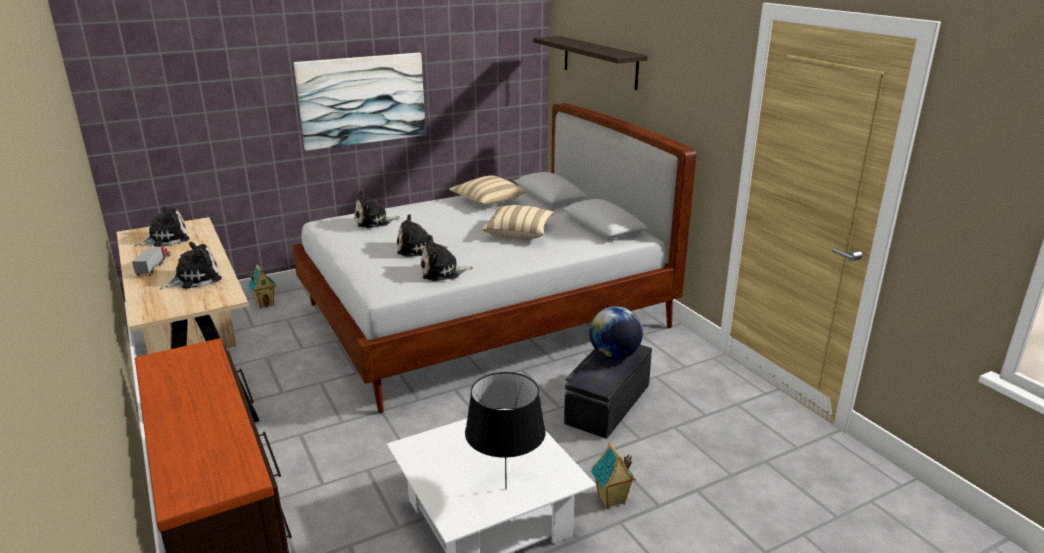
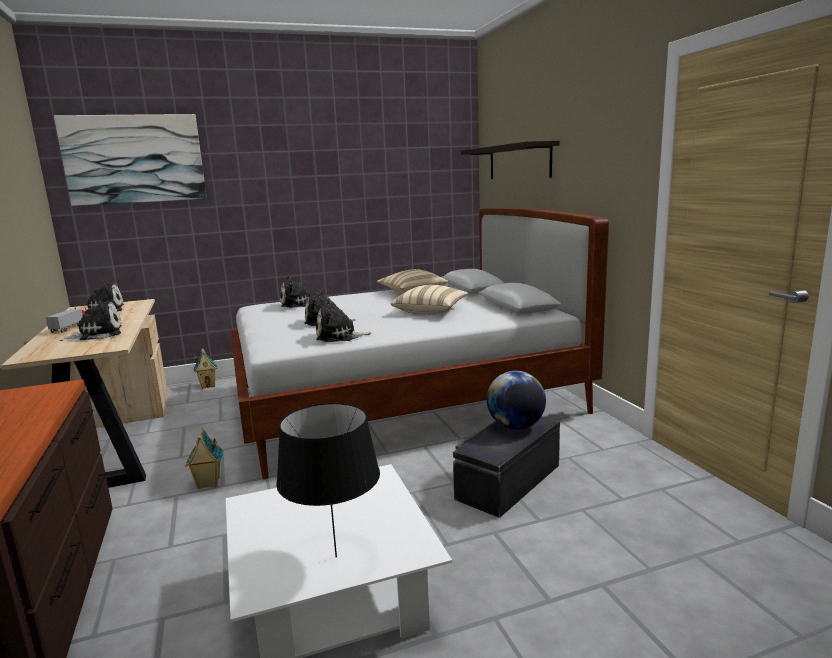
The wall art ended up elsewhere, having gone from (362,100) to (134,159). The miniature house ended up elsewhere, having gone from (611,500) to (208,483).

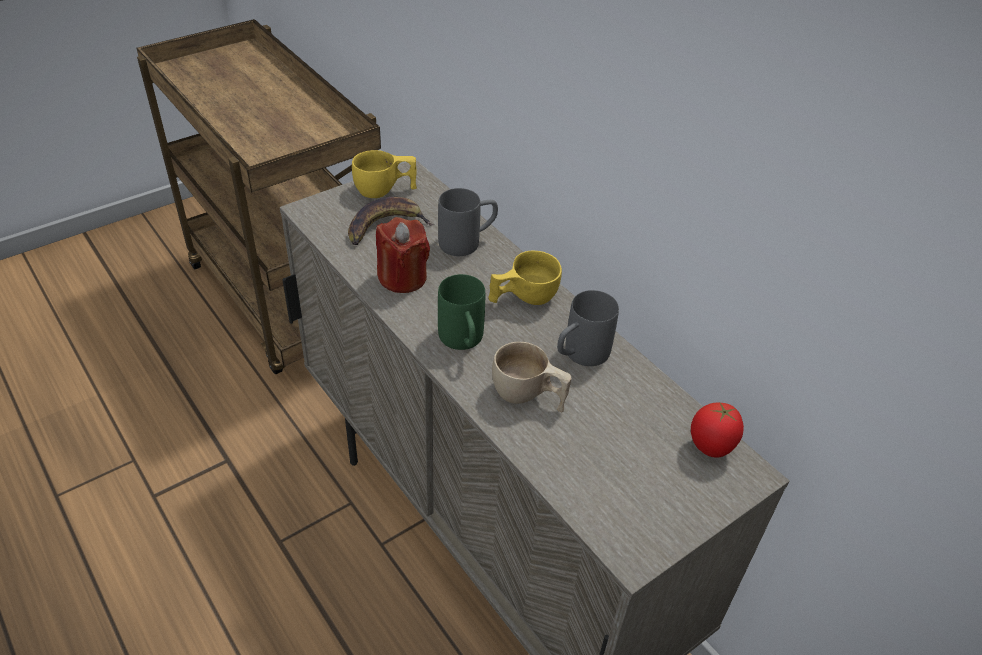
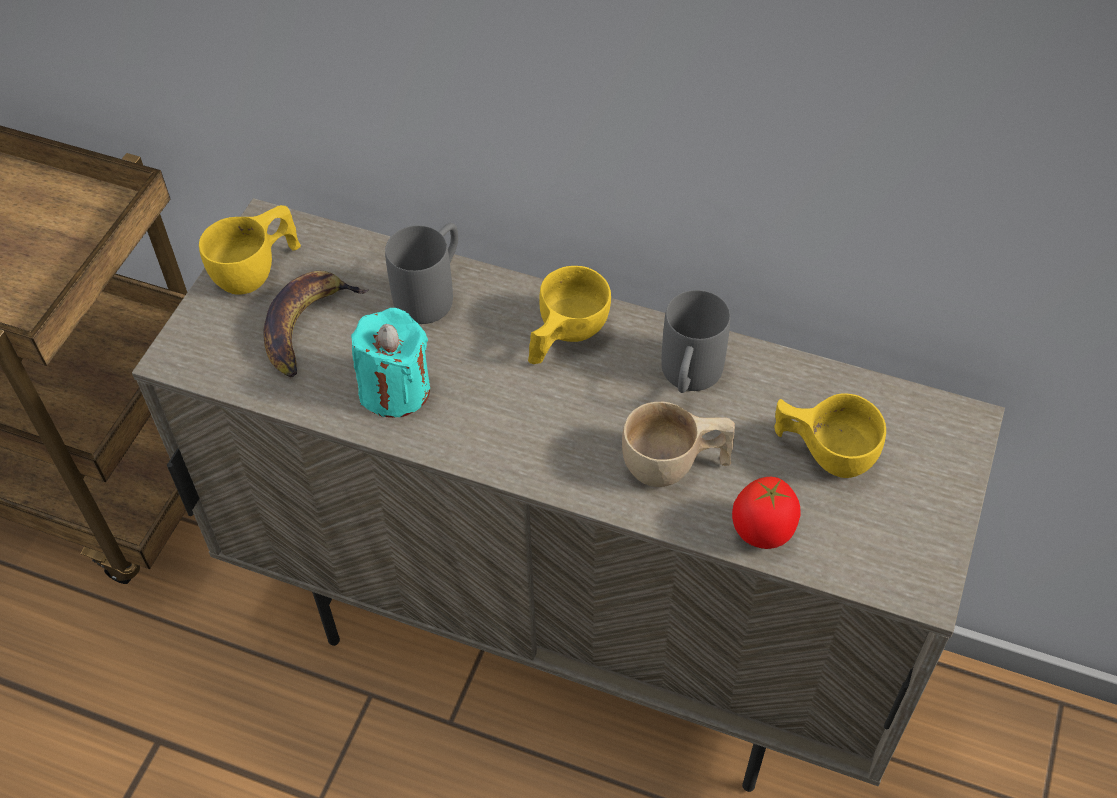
What was the red-coloured wax candle at (402,277) turned into the blue-green wax candle at (395,390). The tomato ended up elsewhere, having gone from (710,448) to (762,533). The second view gained the yellowish cup at (823,451). The second view lost the greenish tea mug at (463,342).

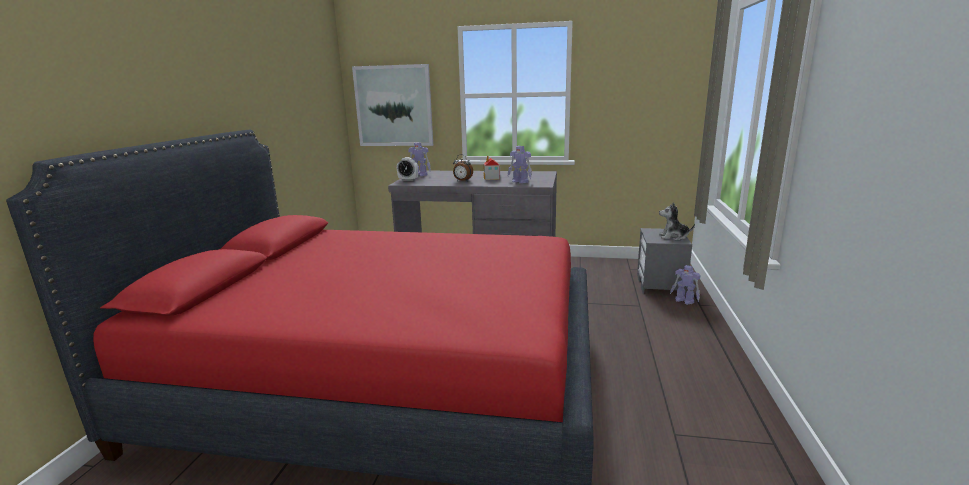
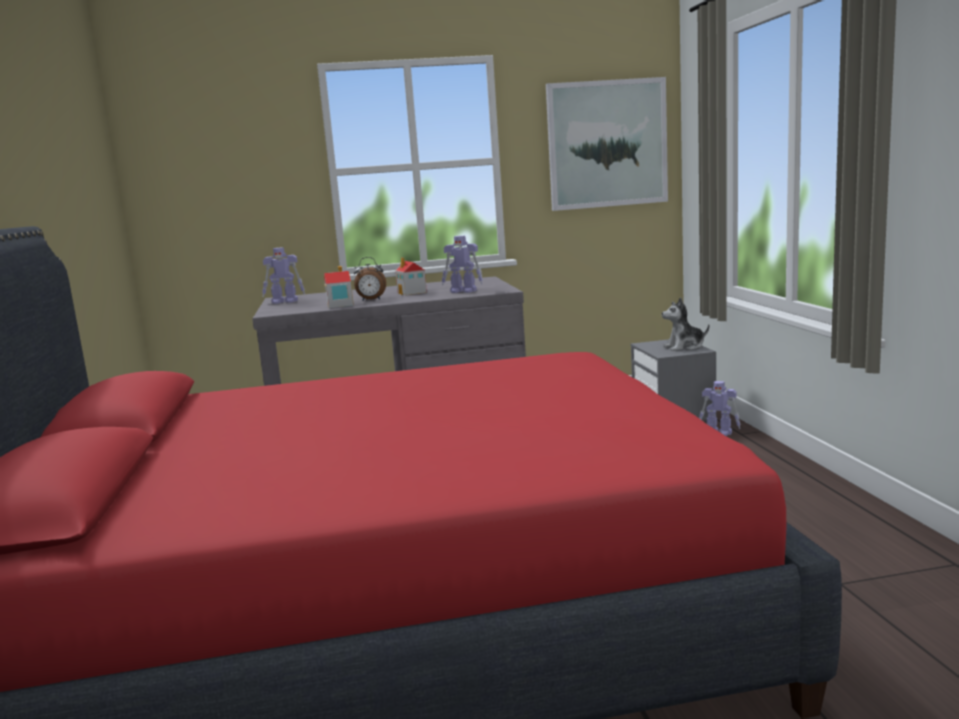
The second view gained the miniature house at (339,305). The wall art ended up elsewhere, having gone from (394,106) to (607,144). The second view lost the alarm clock at (408,180).

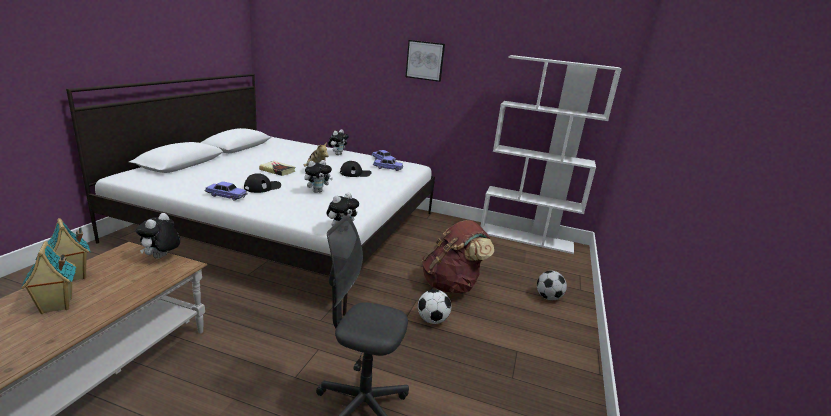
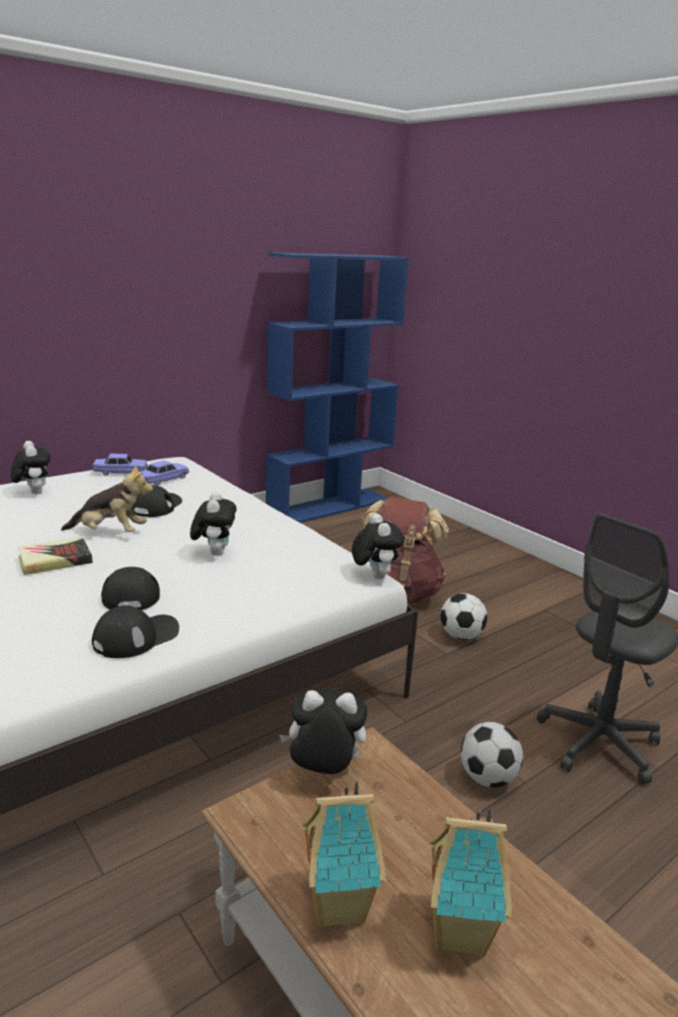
Where the miniature car stood at (226,196), the blackish cap came to stand at (136,637). What was the white shelving unit at (526,238) turned into the bluish shelving unit at (329,506). The plush toy at (161,258) ended up facing another way, 135 degrees clockwise from before. The football ended up elsewhere, having gone from (548,298) to (488,778). The second view lost the wall art at (425,60).

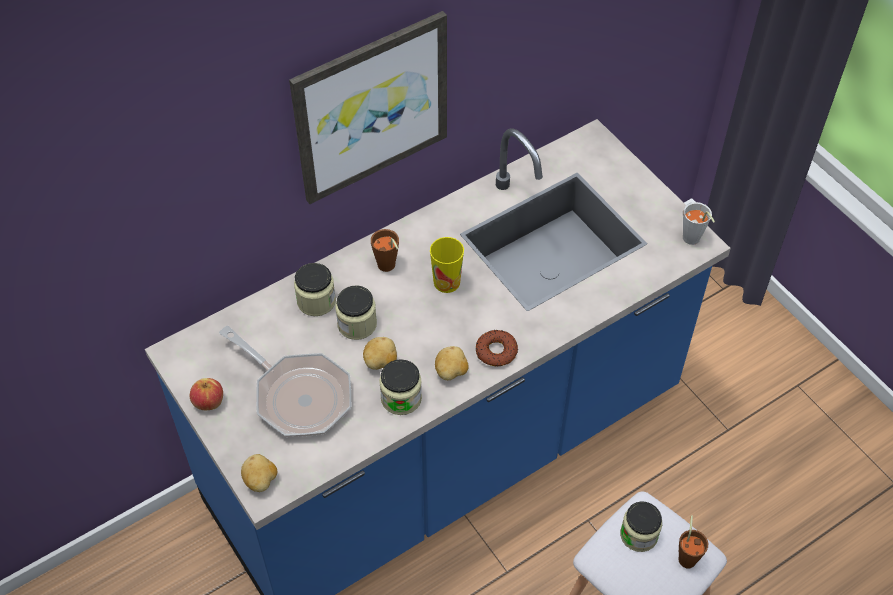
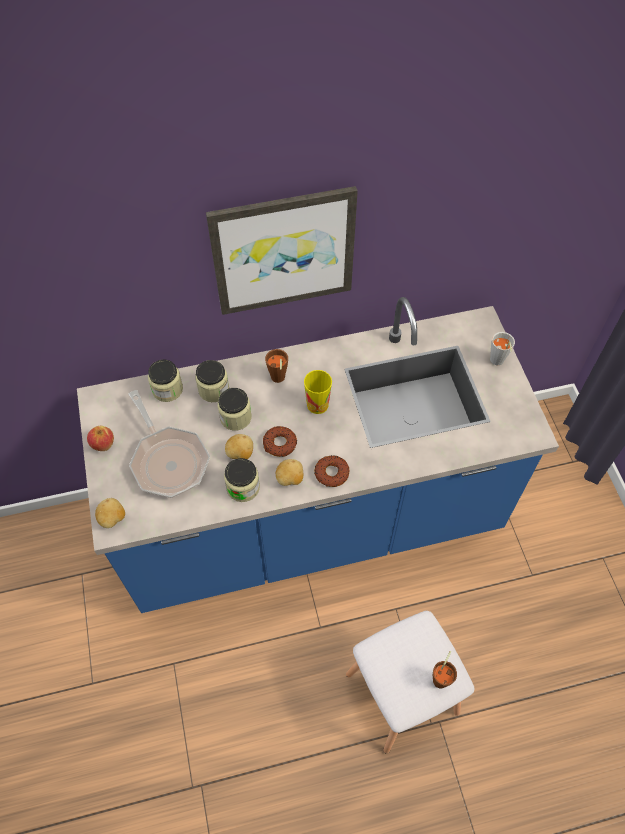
The jar ended up elsewhere, having gone from (639,535) to (167,389). The second view gained the donut at (280,444). The gray cup ended up elsewhere, having gone from (693,241) to (497,362).

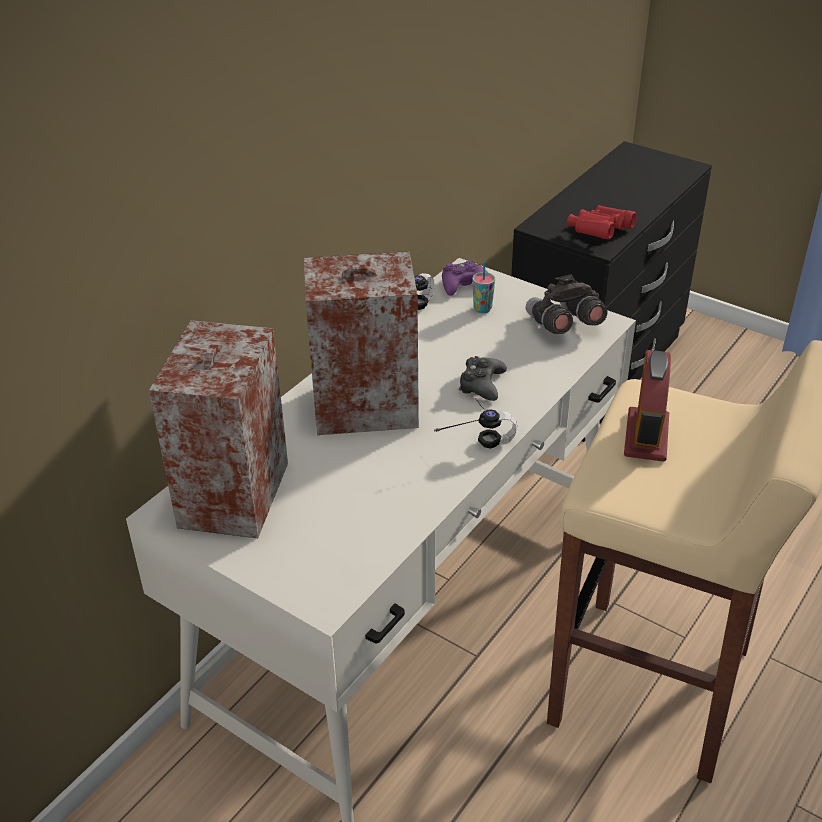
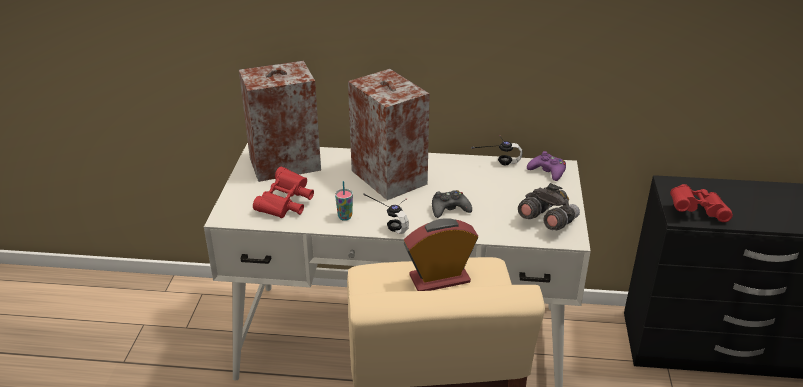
The second view gained the red-coloured pair of binoculars at (286,204). The cup ended up elsewhere, having gone from (482,309) to (345,217).

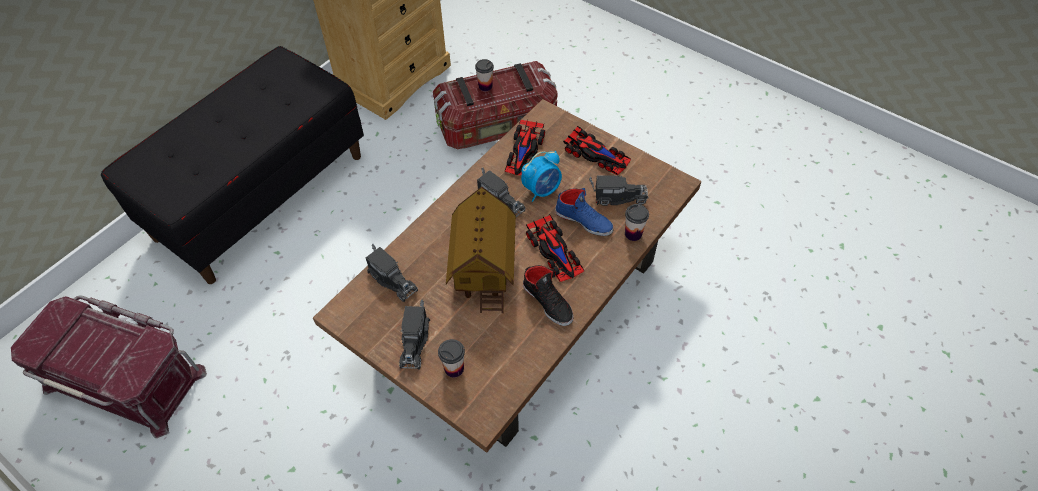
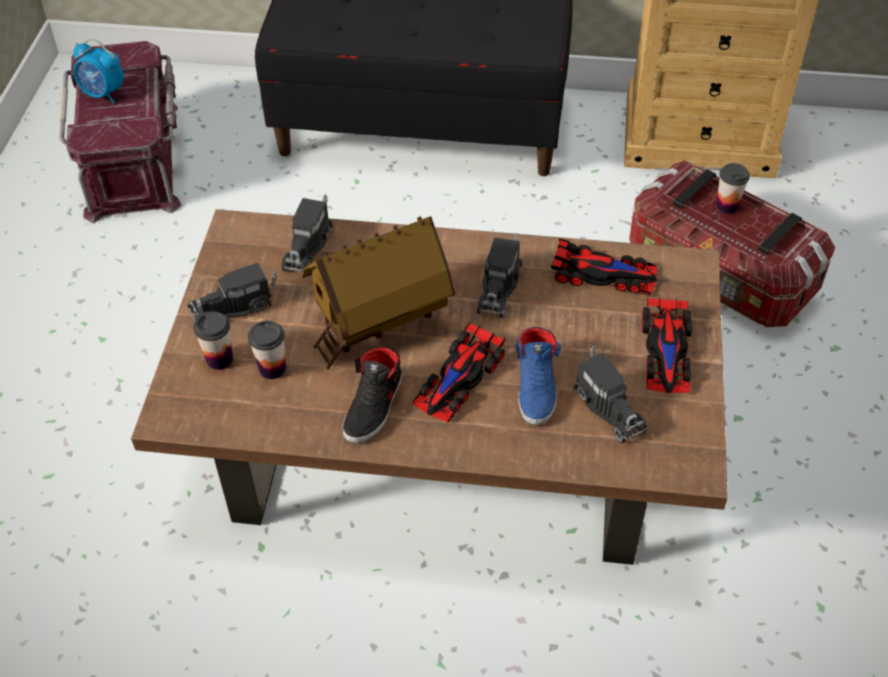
The alarm clock ended up elsewhere, having gone from (542,190) to (103,94). The cup ended up elsewhere, having gone from (633,234) to (272,368). The miniature car at (524,152) ended up facing another way, 150 degrees counterclockwise from before.

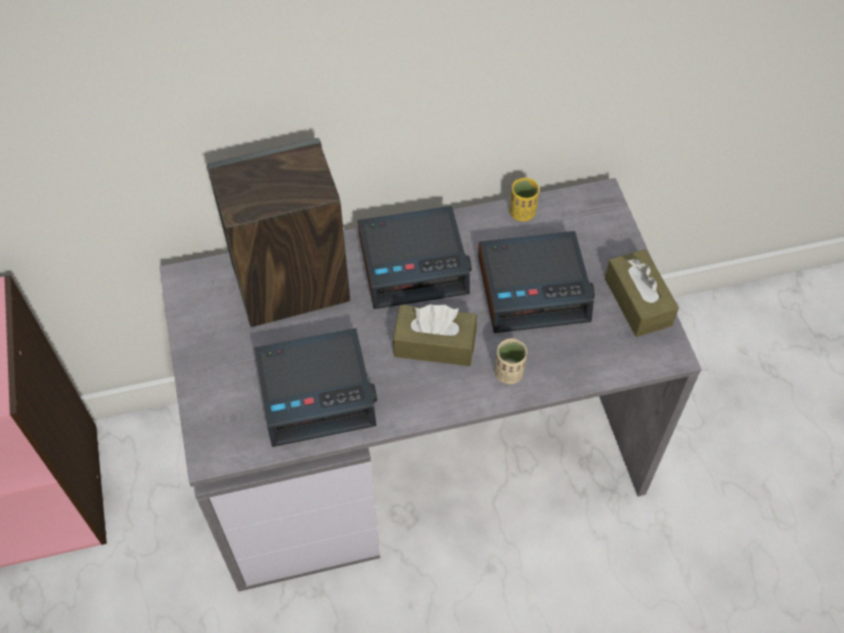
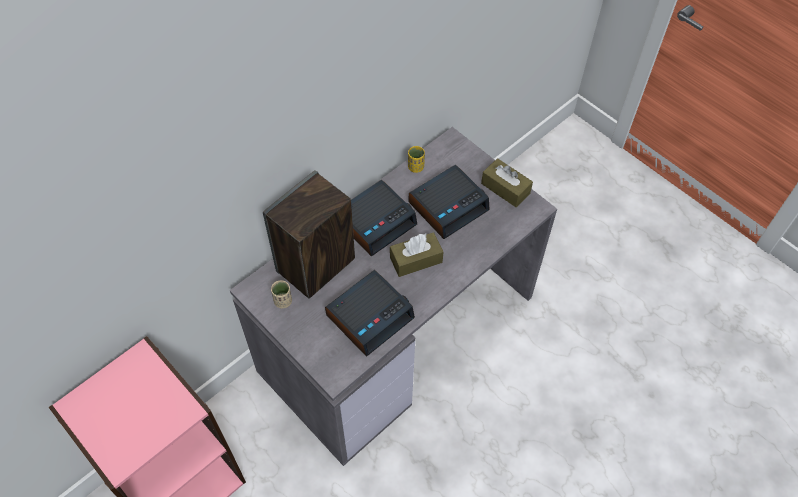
The sand-coloured cup ended up elsewhere, having gone from (509,373) to (283,301).

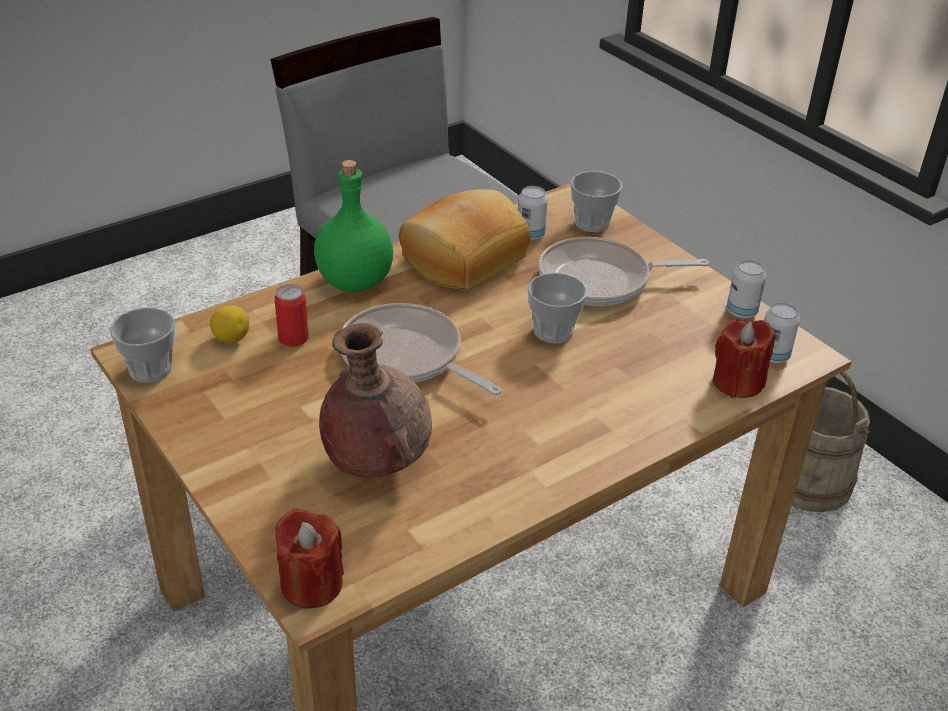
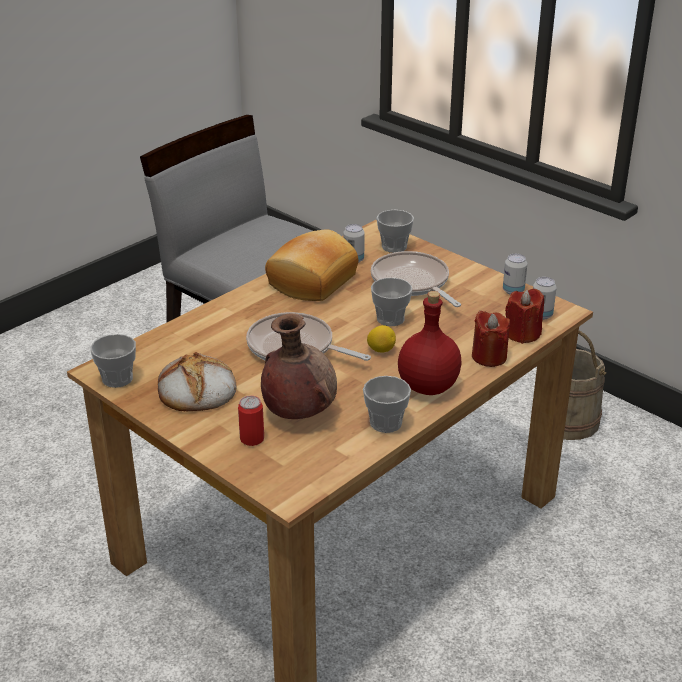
The second view gained the bread at (196,390). The sealed can ended up elsewhere, having gone from (293,338) to (252,439). The second view gained the cup at (386,423). The whole lemon ended up elsewhere, having gone from (231,338) to (381,350). The frying pan at (601,280) ended up facing another way, 75 degrees clockwise from before. The second view gained the red-coloured beverage bottle at (429,387). The red-coloured wax candle ended up elsewhere, having gone from (311,584) to (489,357). The second view lost the greenish beverage bottle at (353,282).

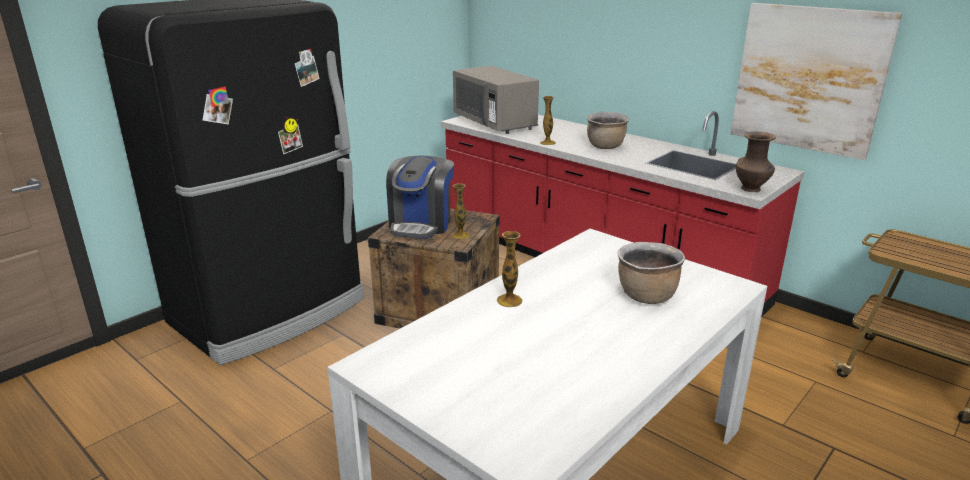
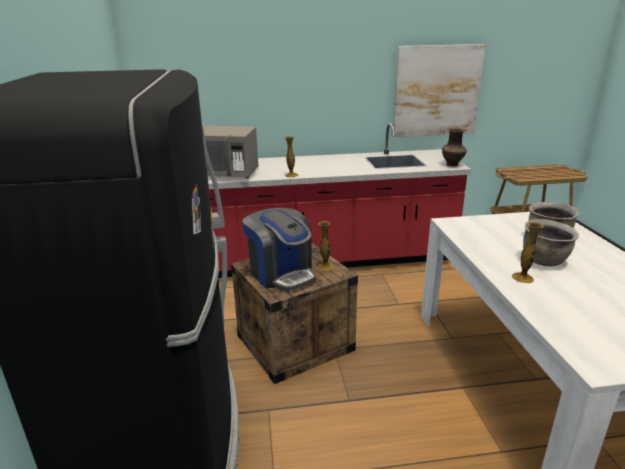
The brown saucepot ended up elsewhere, having gone from (605,147) to (544,261).

